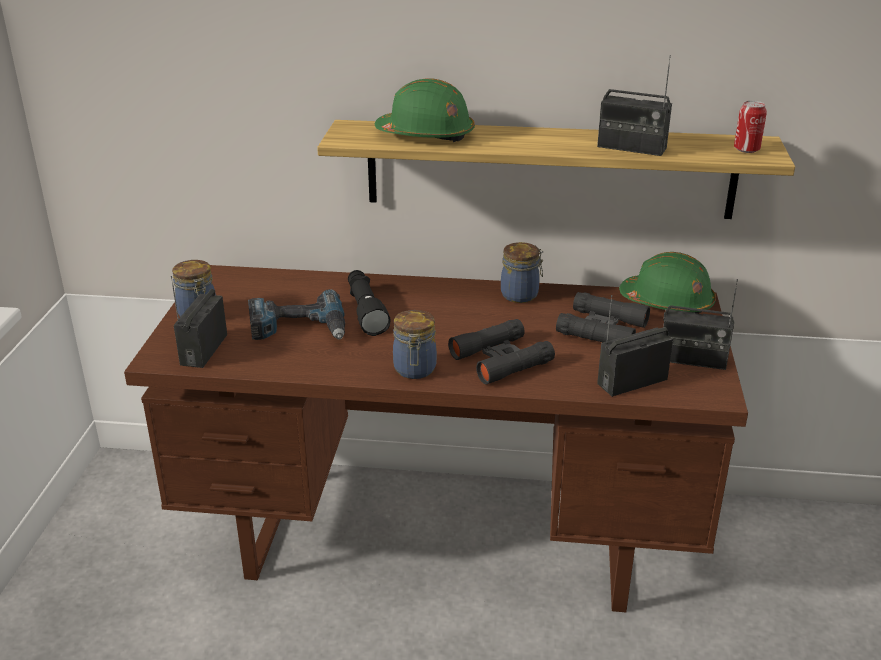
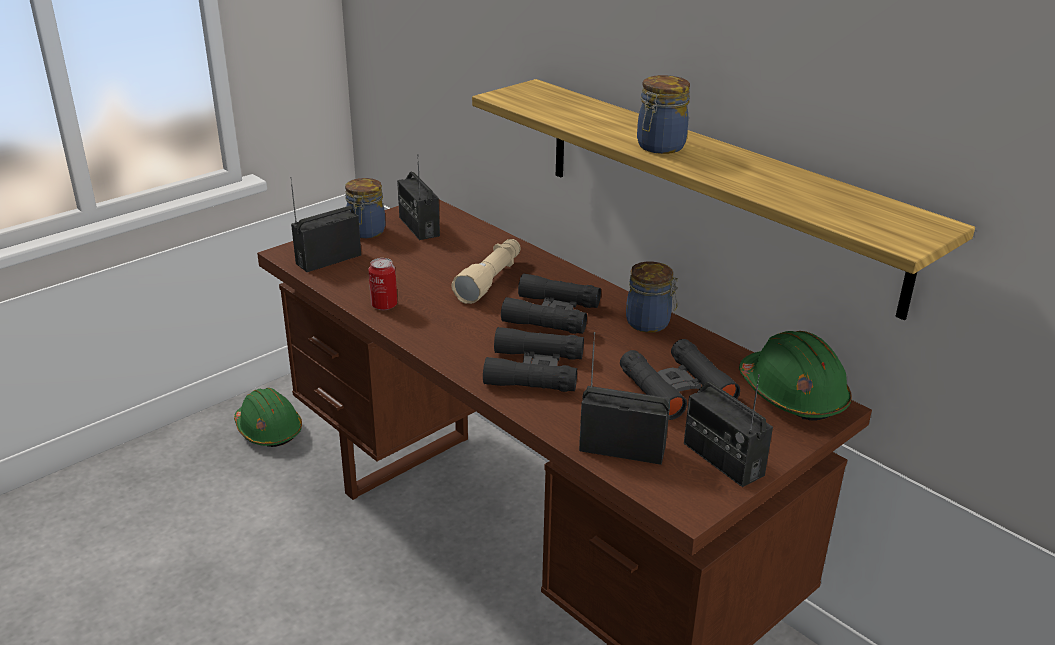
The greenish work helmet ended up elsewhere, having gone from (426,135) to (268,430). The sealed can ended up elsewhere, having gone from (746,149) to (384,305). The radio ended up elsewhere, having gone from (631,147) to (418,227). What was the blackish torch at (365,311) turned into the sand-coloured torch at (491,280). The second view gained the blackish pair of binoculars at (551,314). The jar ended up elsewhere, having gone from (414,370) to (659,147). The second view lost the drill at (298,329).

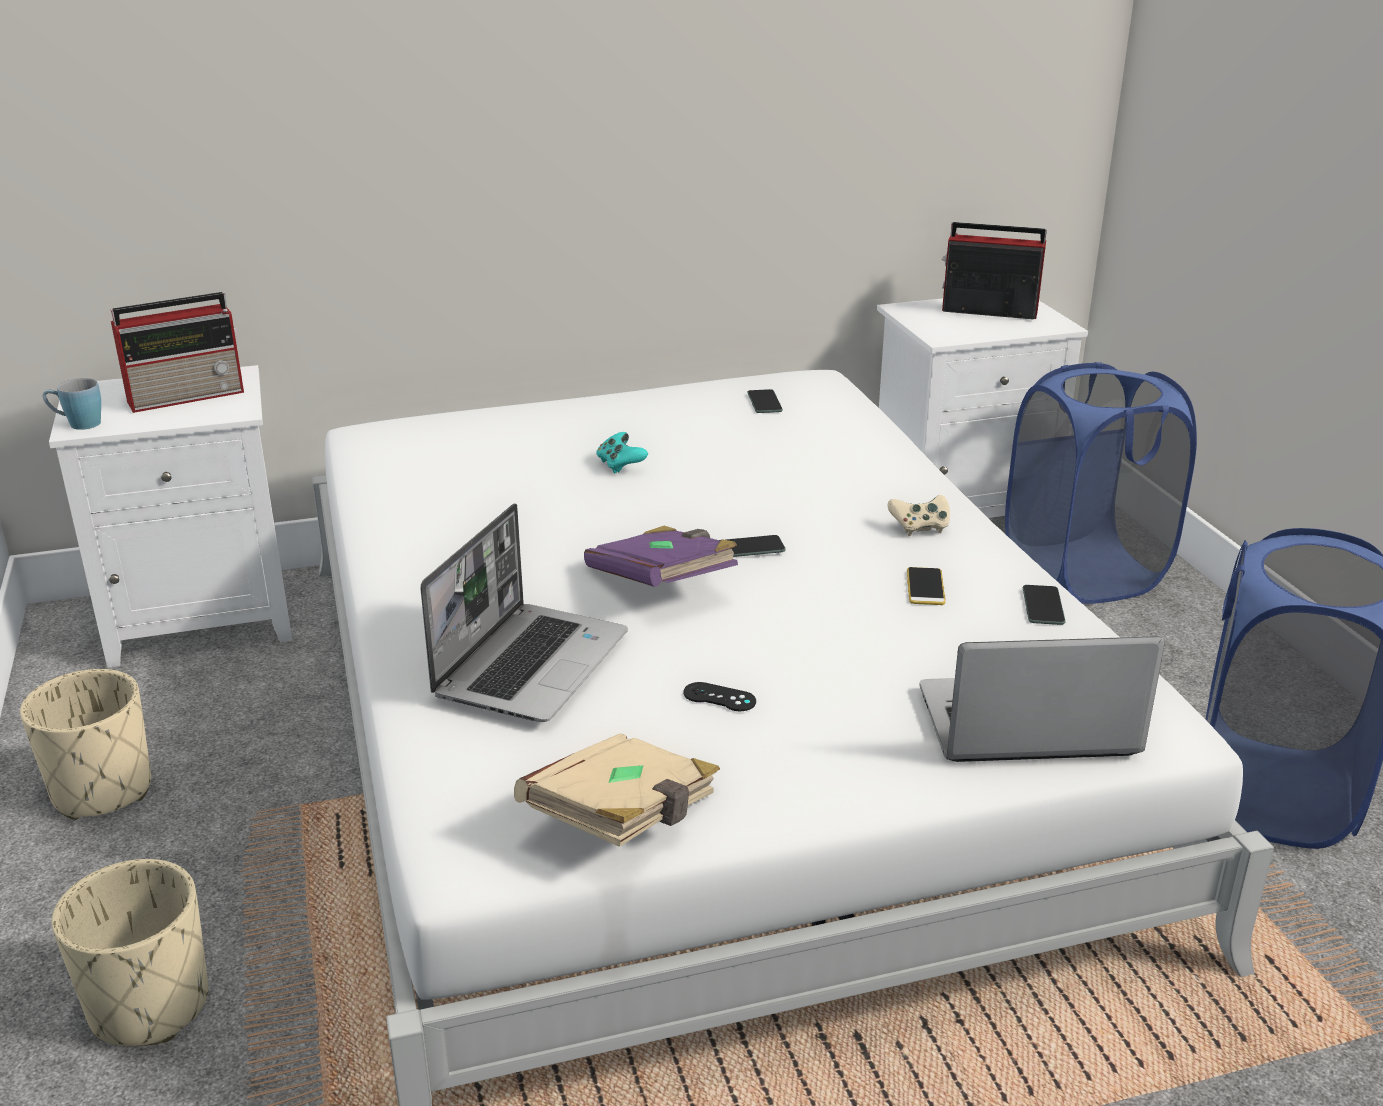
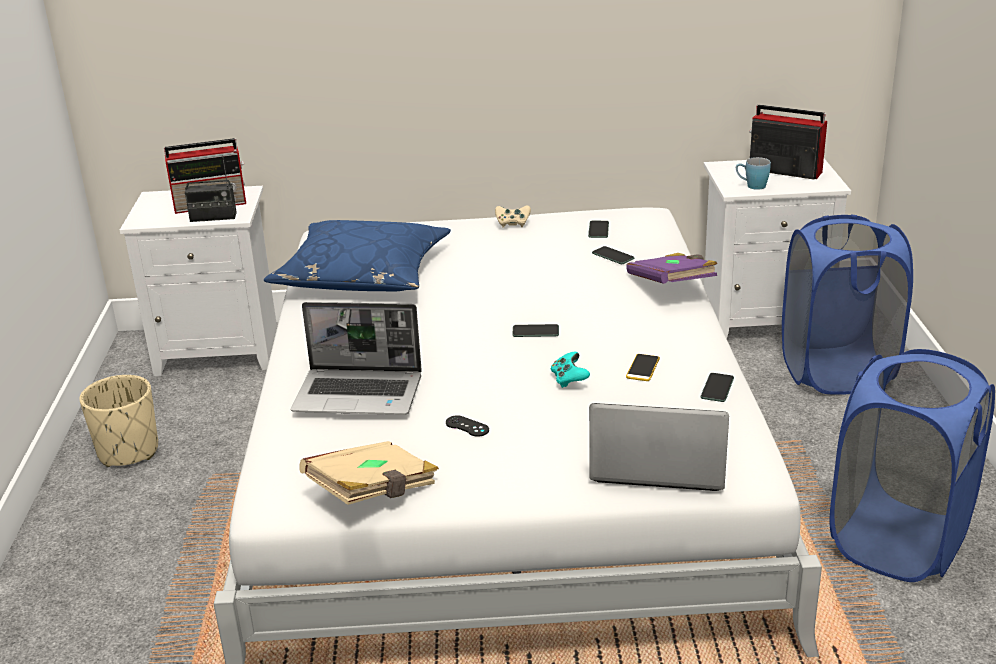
The second view gained the radio at (213,217). The second view gained the bluish pillow at (363,275). The portable computer at (531,664) ended up facing another way, 60 degrees clockwise from before. The sand-coloured game controller ended up elsewhere, having gone from (919,528) to (512,224). The blue-green game controller ended up elsewhere, having gone from (620,465) to (569,379). The second view gained the telephone at (613,256). The purple-coloured bound book ended up elsewhere, having gone from (662,583) to (672,286). The bluish tea mug ended up elsewhere, having gone from (77,424) to (751,186). The second view lost the sand-coloured planter at (149,1006).

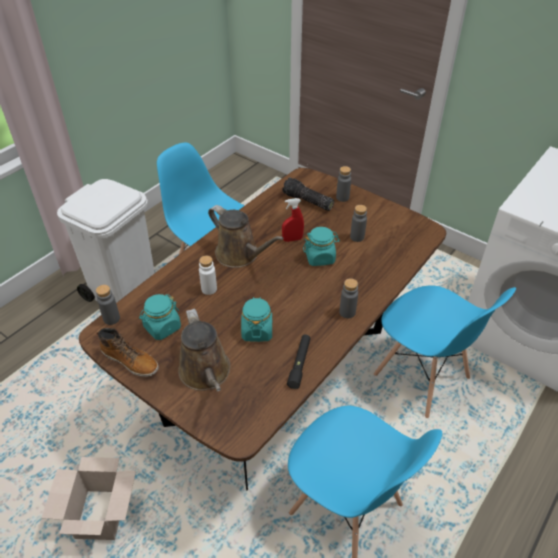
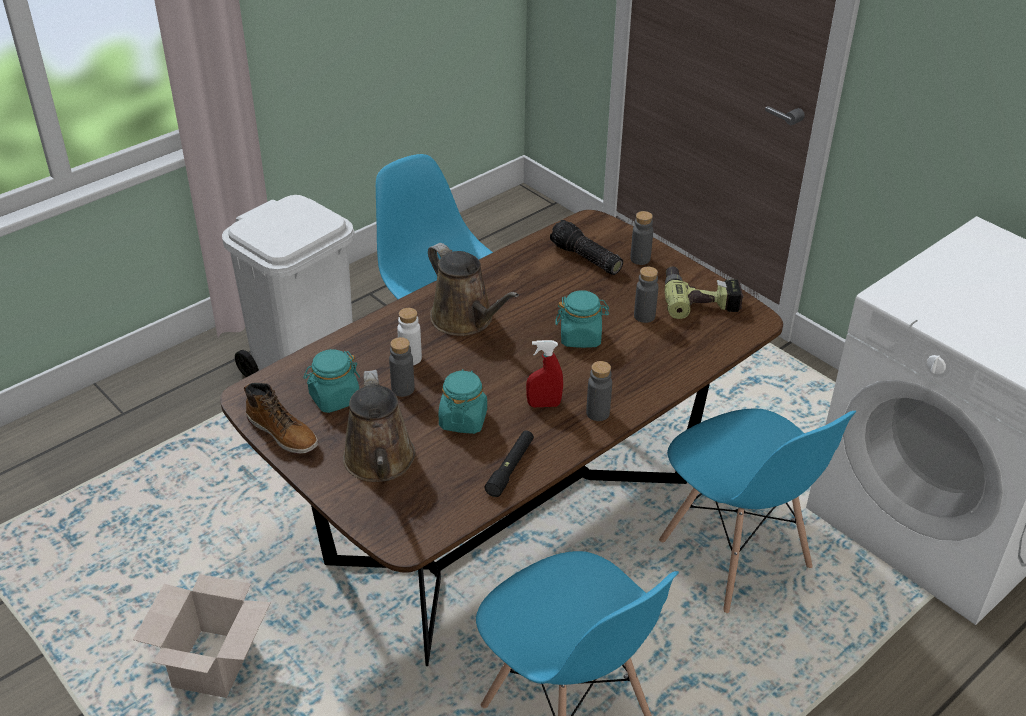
The gray beverage bottle ended up elsewhere, having gone from (111,318) to (403,389). The red-coloured spray bottle ended up elsewhere, having gone from (292,239) to (544,404). The second view gained the drill at (700,298).

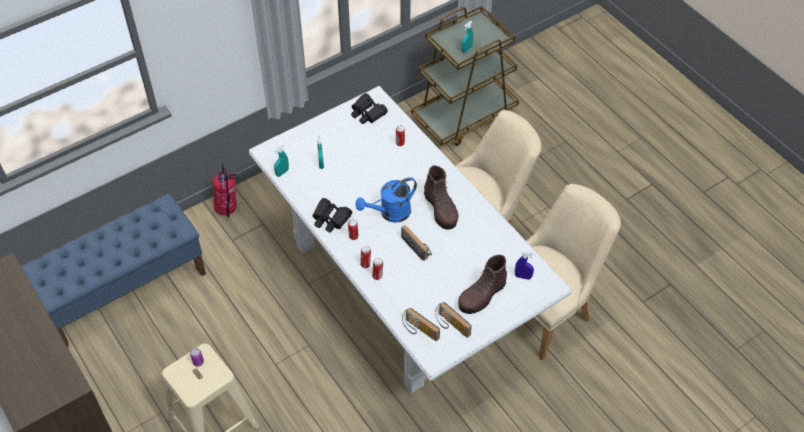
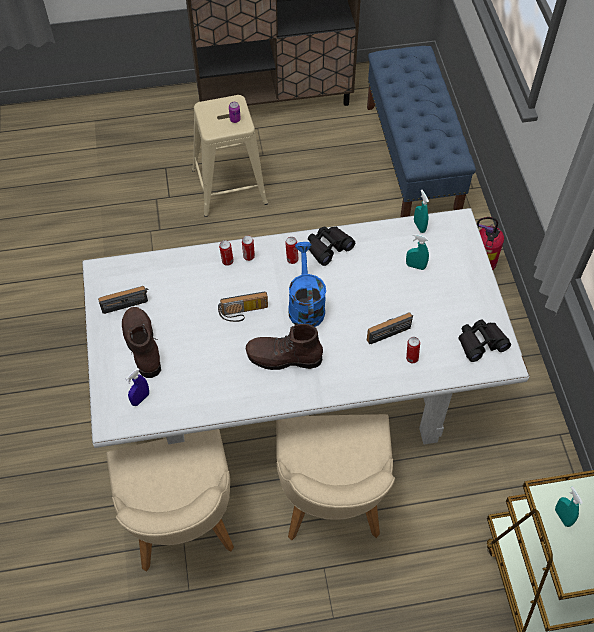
The radio ended up elsewhere, having gone from (419,330) to (388,329).

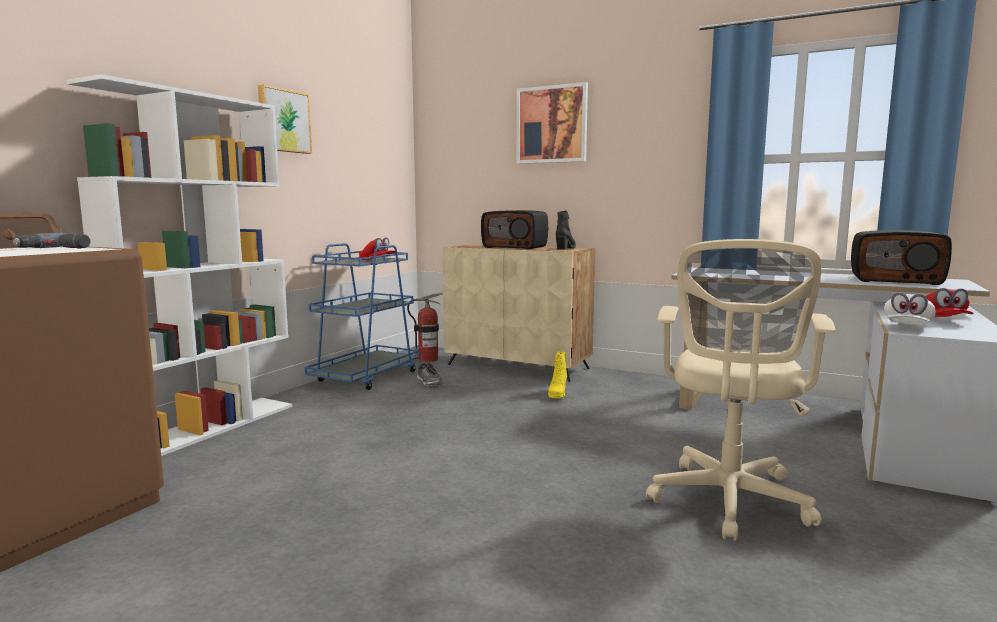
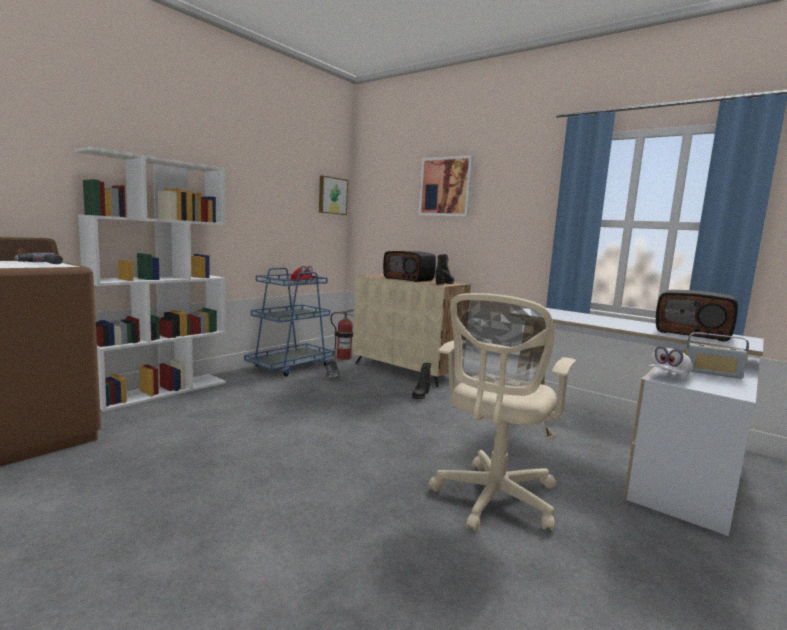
The wall art ended up elsewhere, having gone from (283,121) to (332,195). What was the yellowish boot at (557,394) turned into the blackish boot at (420,395). Where the red-coloured cap stood at (943,320), the radio came to stand at (712,373).

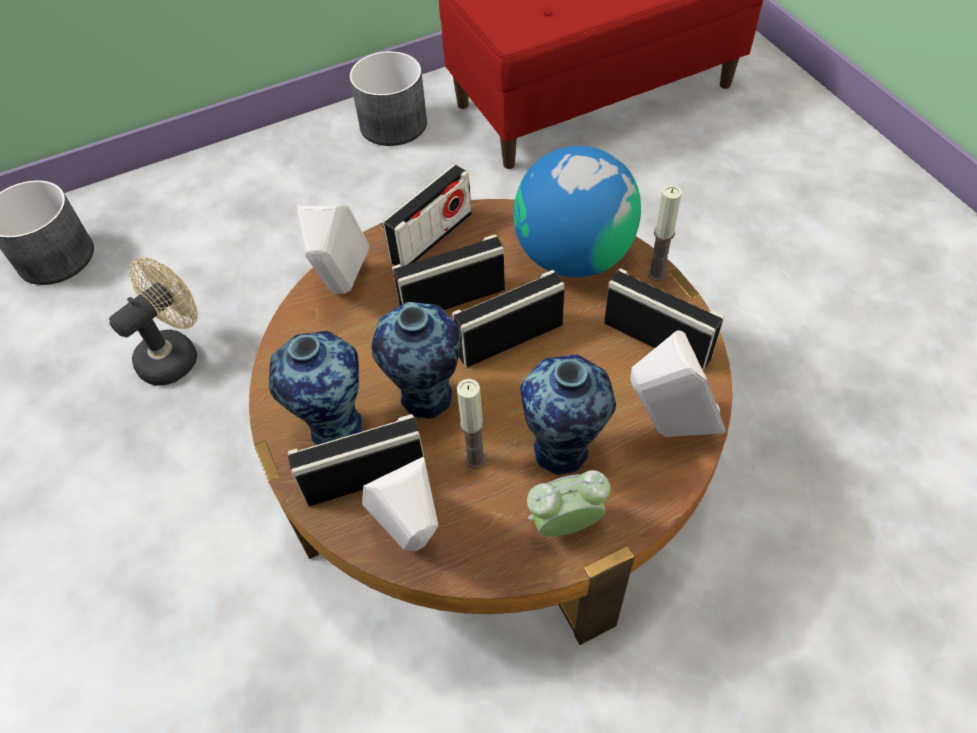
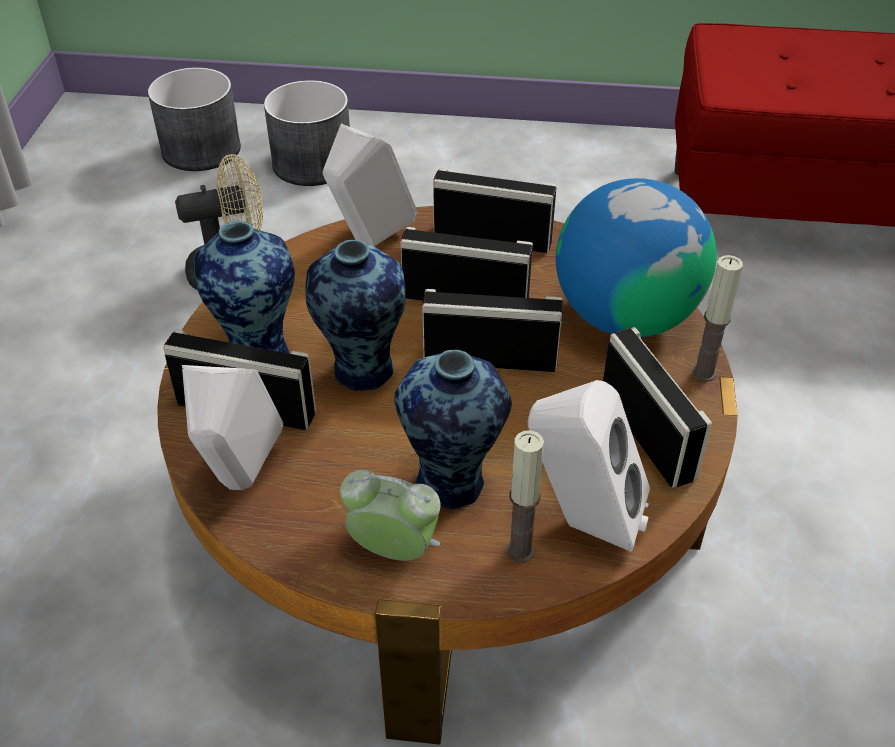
The gray planter ended up elsewhere, having gone from (392,124) to (312,164). The radio at (431,238) ended up facing another way, 150 degrees counterclockwise from before. The wax candle ended up elsewhere, having gone from (475,458) to (520,550).

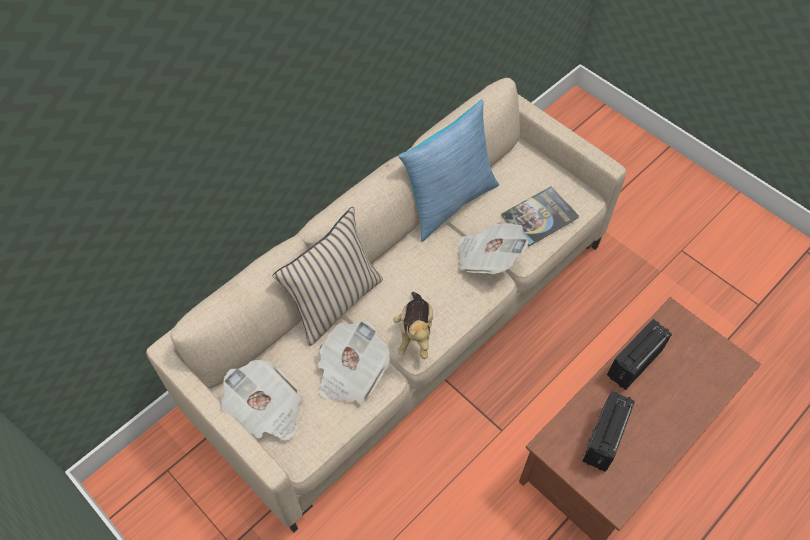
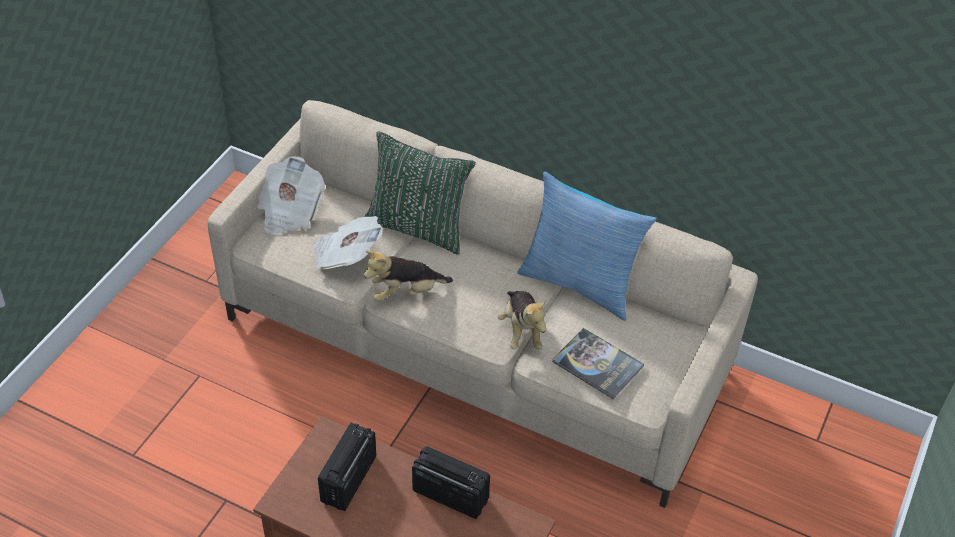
The radio at (603,439) ended up facing another way, 75 degrees counterclockwise from before. What was the sand-coloured pillow at (334,302) turned into the greenish pillow at (418,227). Where the daily paper stood at (488,257), the plush toy came to stand at (521,330).

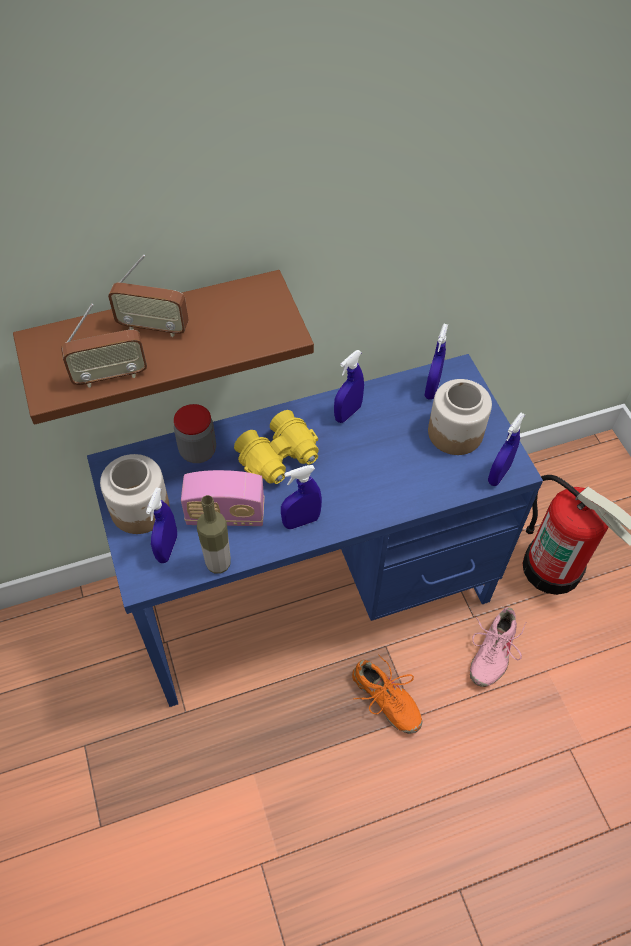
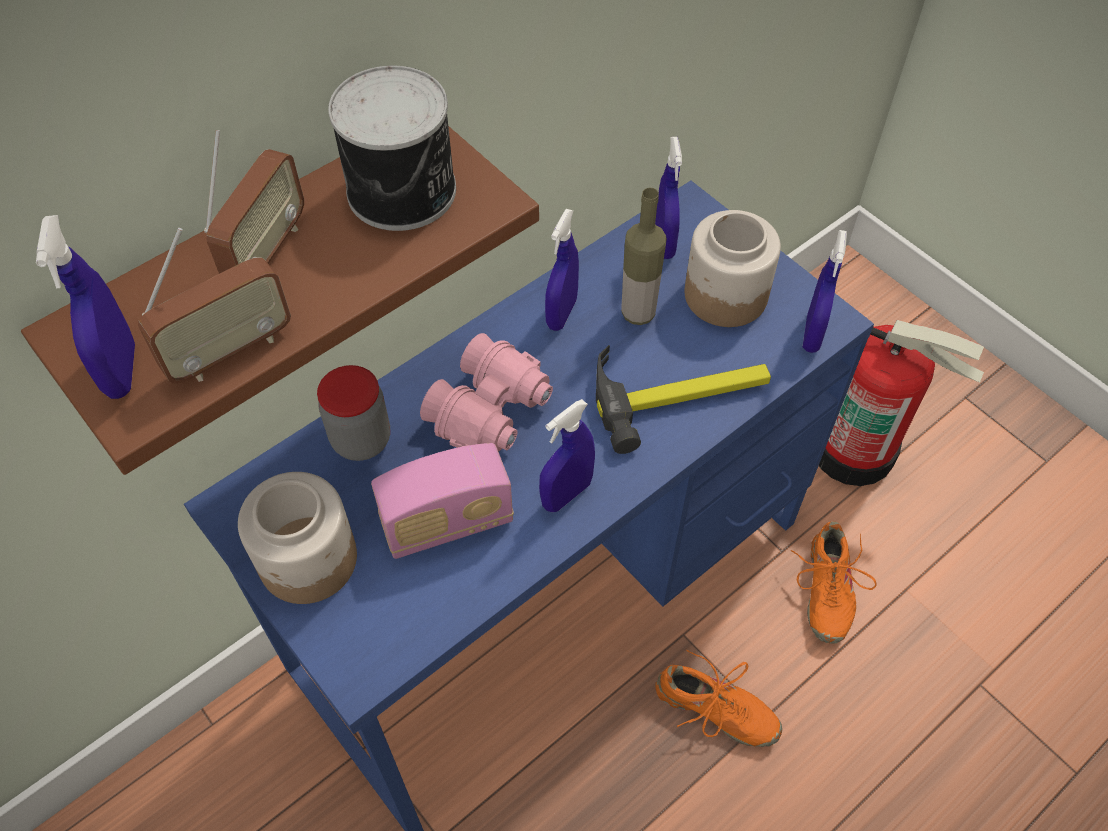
The bluish spray bottle ended up elsewhere, having gone from (167,548) to (121,371). The radio at (153,327) ended up facing another way, 60 degrees counterclockwise from before. The second view gained the sealed can at (404,191). What was the yellowish pair of binoculars at (280,458) turned into the pink pair of binoculars at (492,410). The second view gained the hand hammer at (680,392). The beverage bottle ended up elsewhere, having gone from (218,563) to (638,313). What was the pink item of footwear at (492,652) turned into the orangey item of footwear at (826,590).

